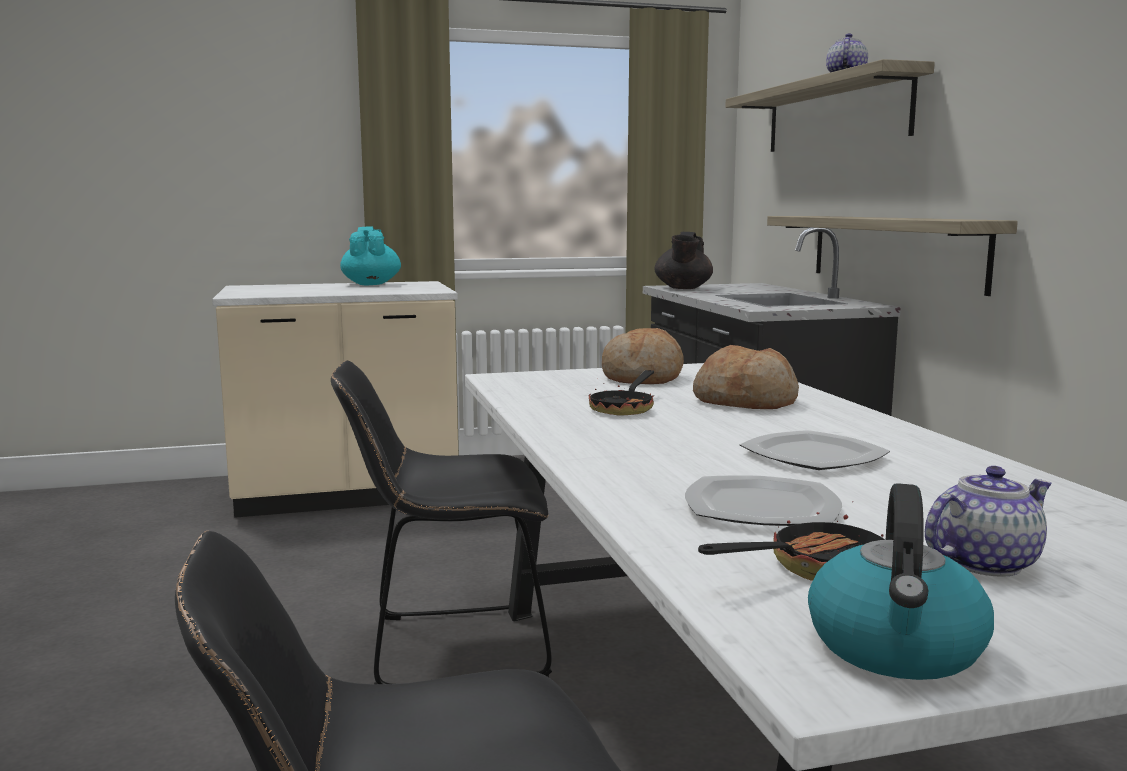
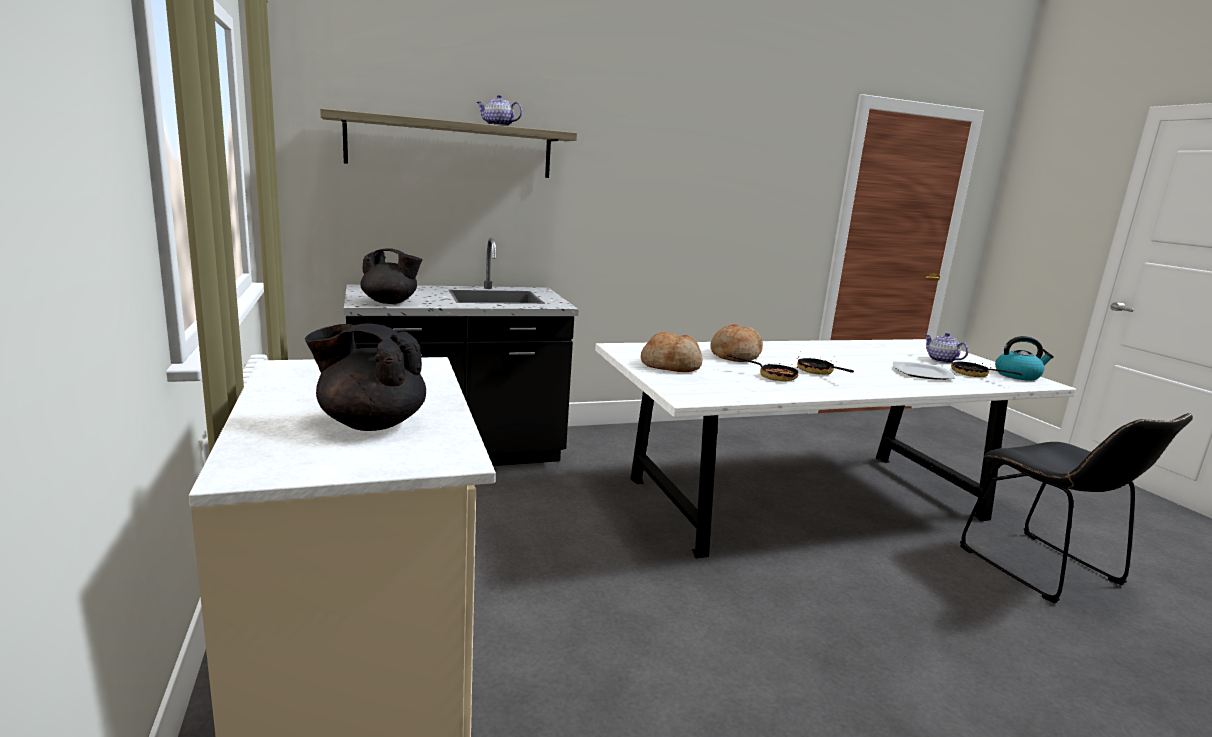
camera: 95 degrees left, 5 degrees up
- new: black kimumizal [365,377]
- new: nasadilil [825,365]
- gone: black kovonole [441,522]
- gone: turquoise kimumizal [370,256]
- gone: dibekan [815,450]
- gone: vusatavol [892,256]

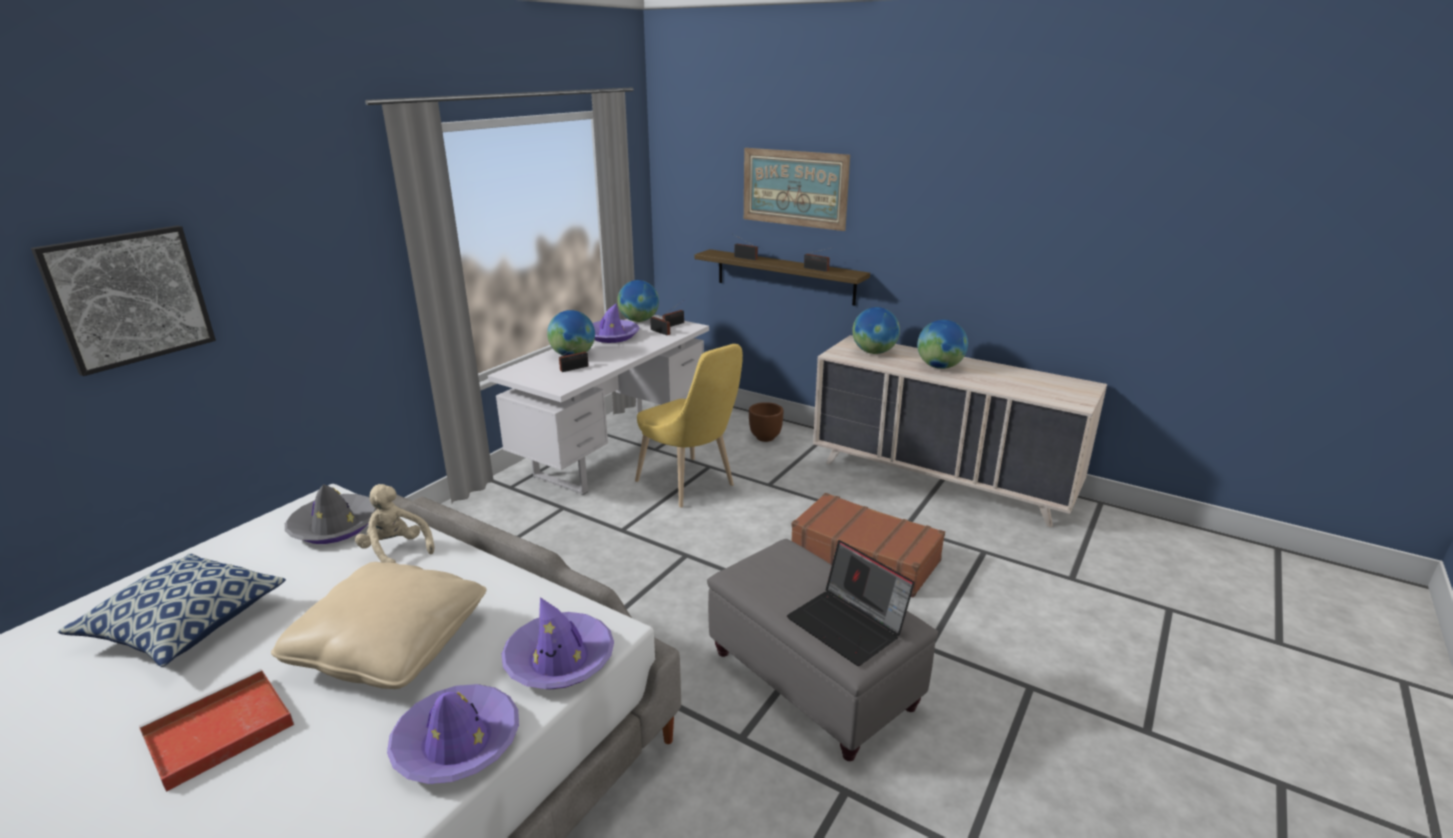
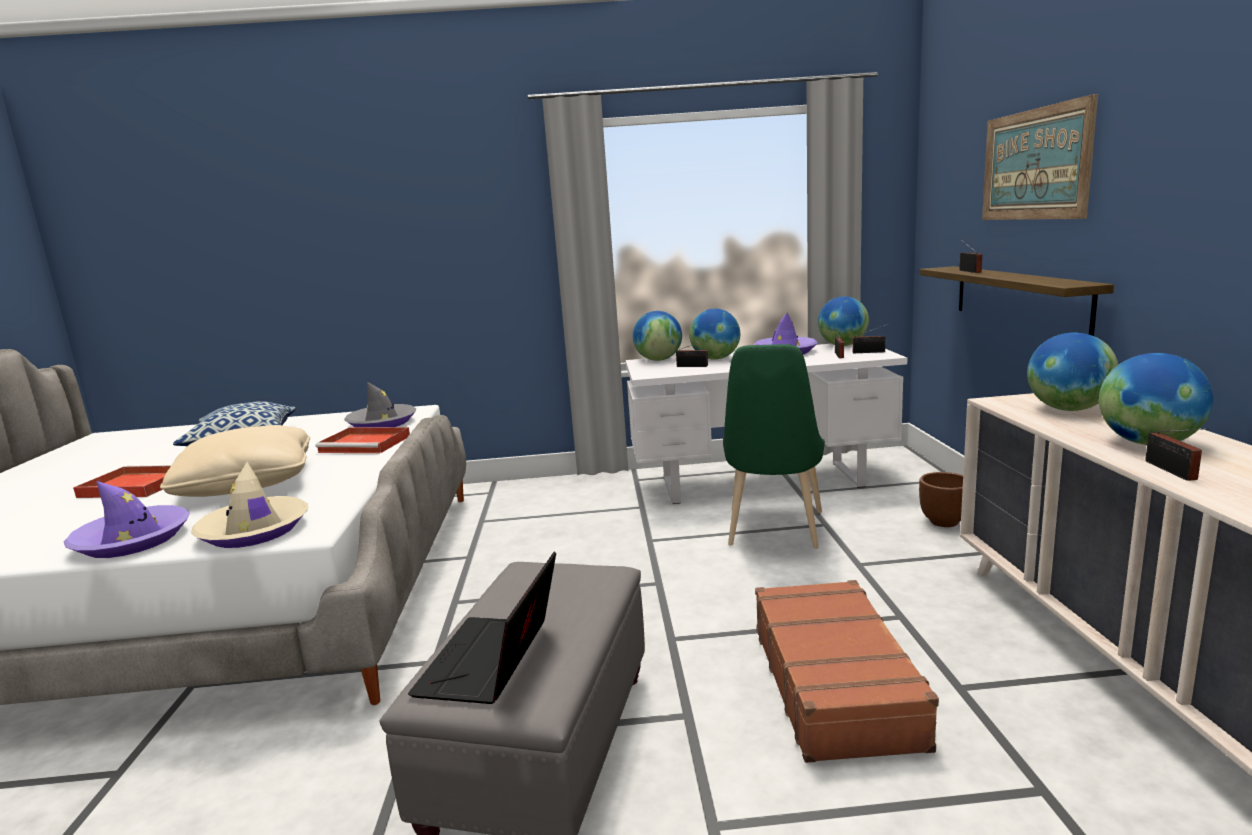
camera: 55 degrees right, 10 degrees down
- repainted: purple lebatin [557,643] to beige lebatin [249,505]
- swapped: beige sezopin [394,523] to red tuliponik [362,440]
- new: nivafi [657,336]
- repainted: yellow kovonole [689,425] to green kovonole [774,446]
- shifted: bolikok [818,259] to [1177,454]
- gone: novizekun [123,300]

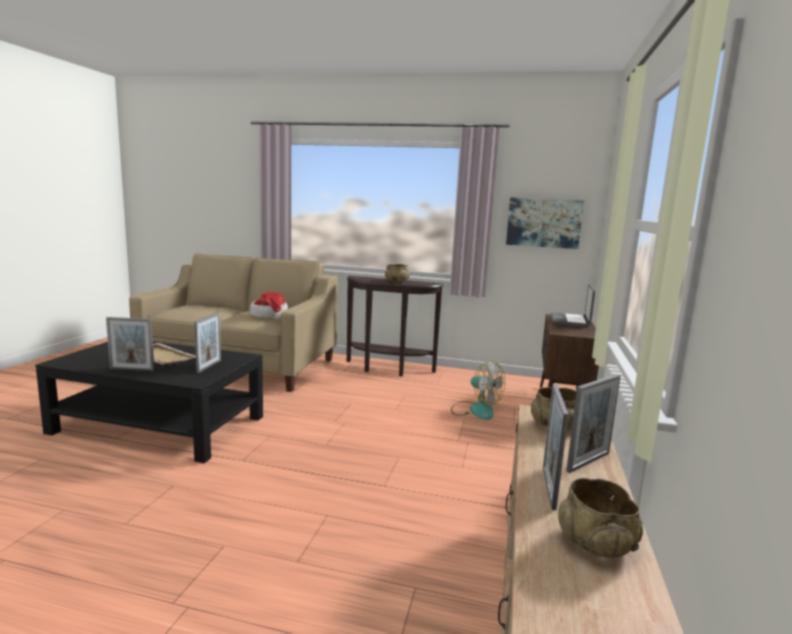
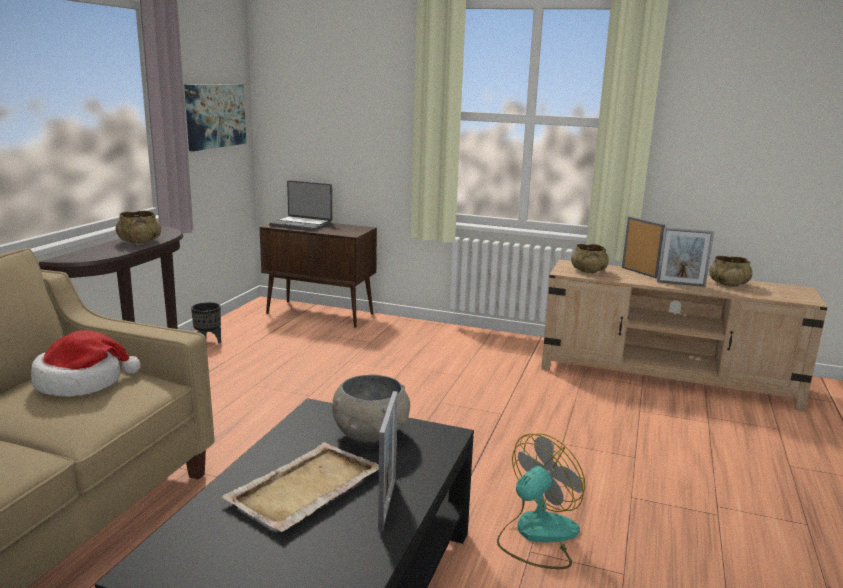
camera: 85 degrees left, 5 degrees up
- new: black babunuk [206,322]
- swapped: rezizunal [207,343] to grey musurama [371,408]
- shifted: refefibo [478,390] to [541,501]

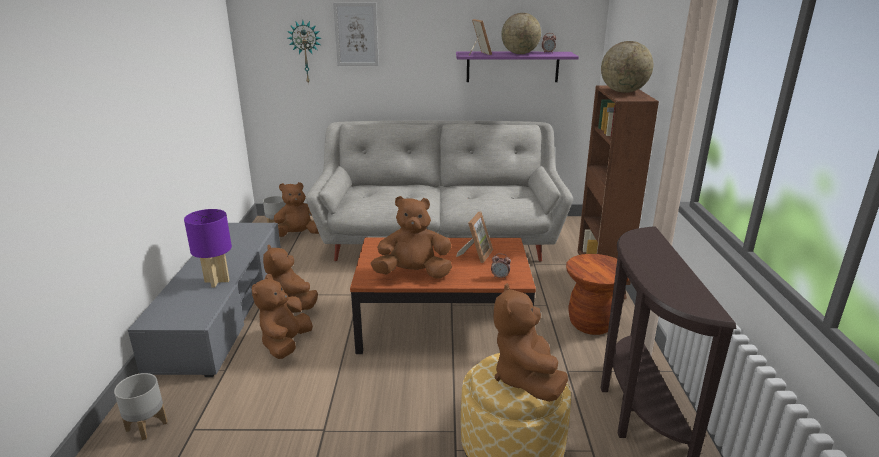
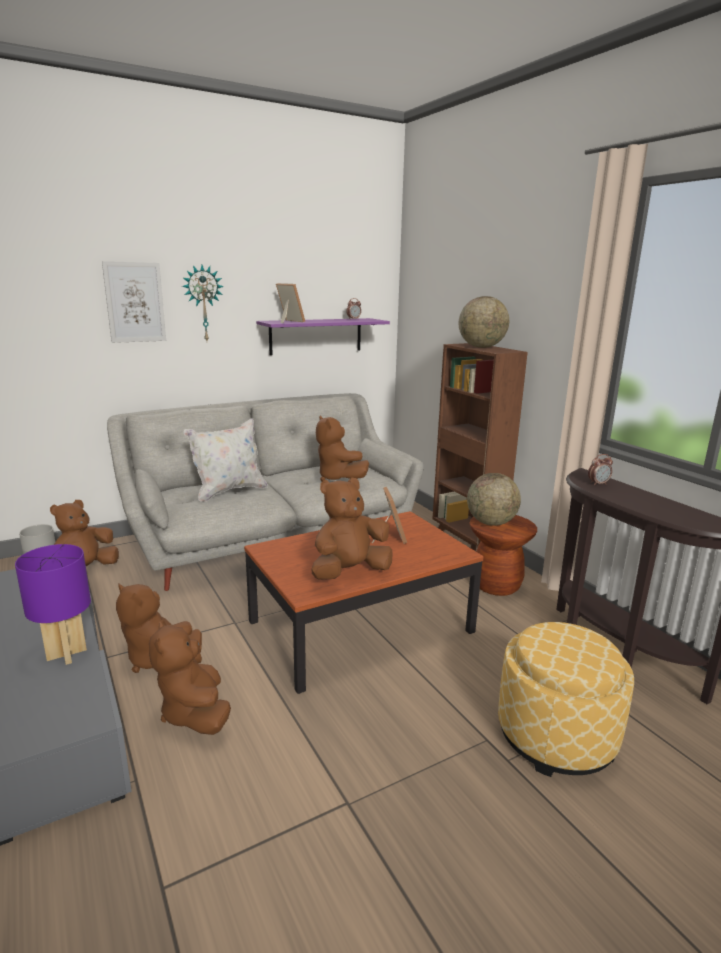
camera: 30 degrees left, 5 degrees down
- shifted: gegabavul [304,52] to [203,303]
- new: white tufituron [226,460]
- shifted: brown sezopin [531,342] to [342,449]
- shifted: nivafi [521,33] to [494,499]
- shifted: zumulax [501,266] to [600,470]
- gone: grey babunuk [140,406]

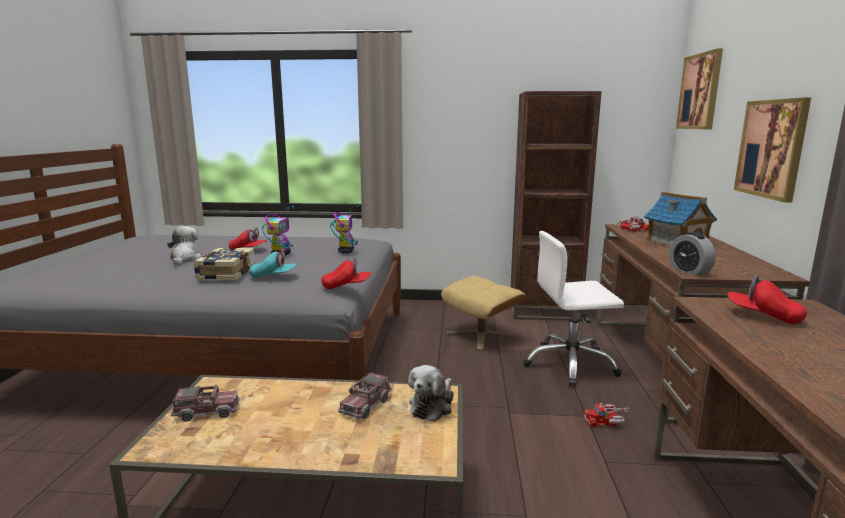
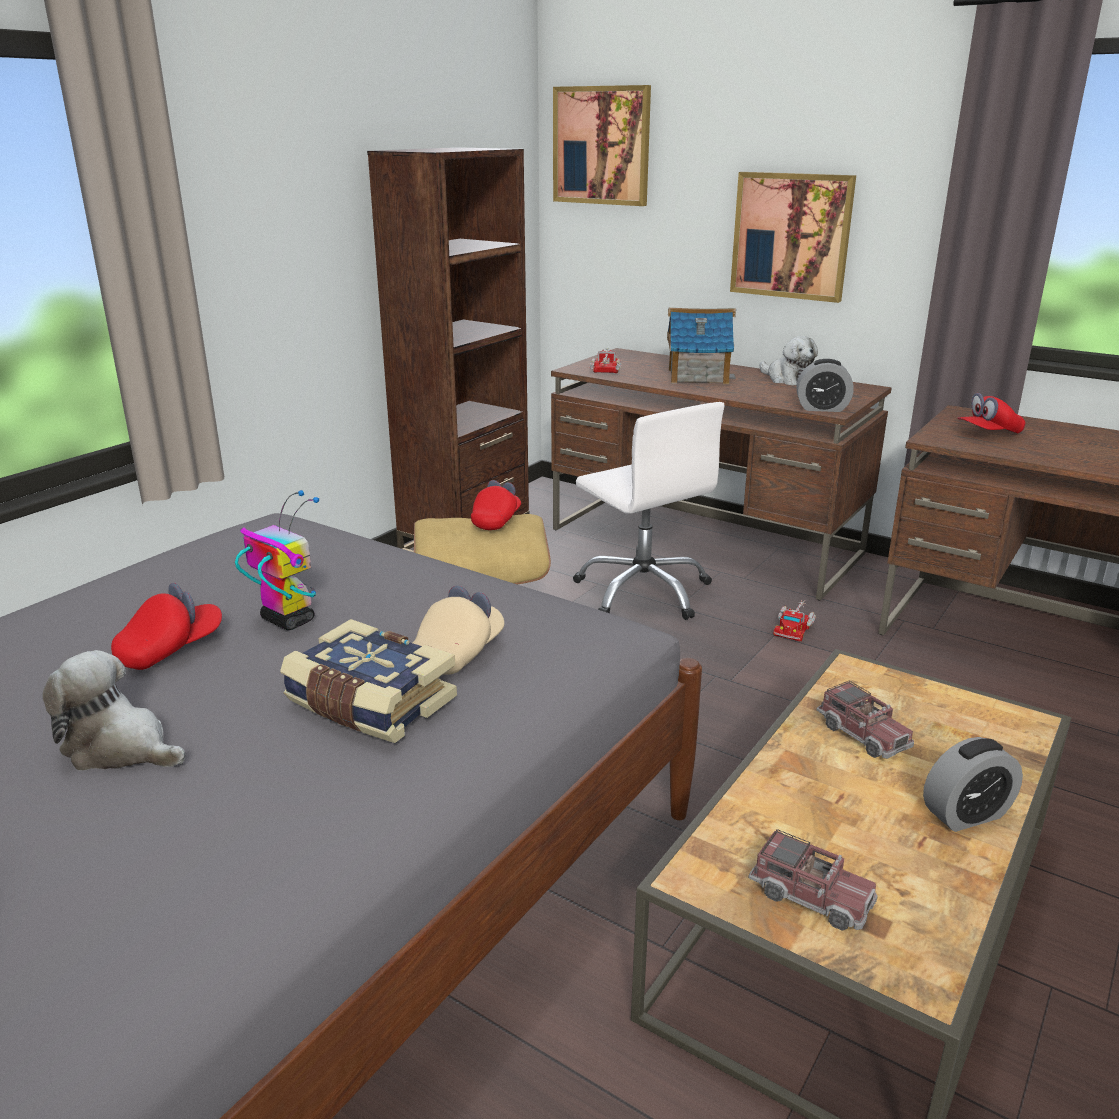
camera: 60 degrees left, 10 degrees up
- repainted: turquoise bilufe [273,263] to beige bilufe [458,630]
- shifted: red bilufe [346,273] to [496,505]
- rotated: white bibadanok [573,309] = [648,511] 60 degrees counterclockwise
- rotated: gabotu [205,403] = [813,880] 105 degrees clockwise
- shifted: sezopin [431,393] to [789,360]
- new: zumulax [973,784]
- gone: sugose [345,228]

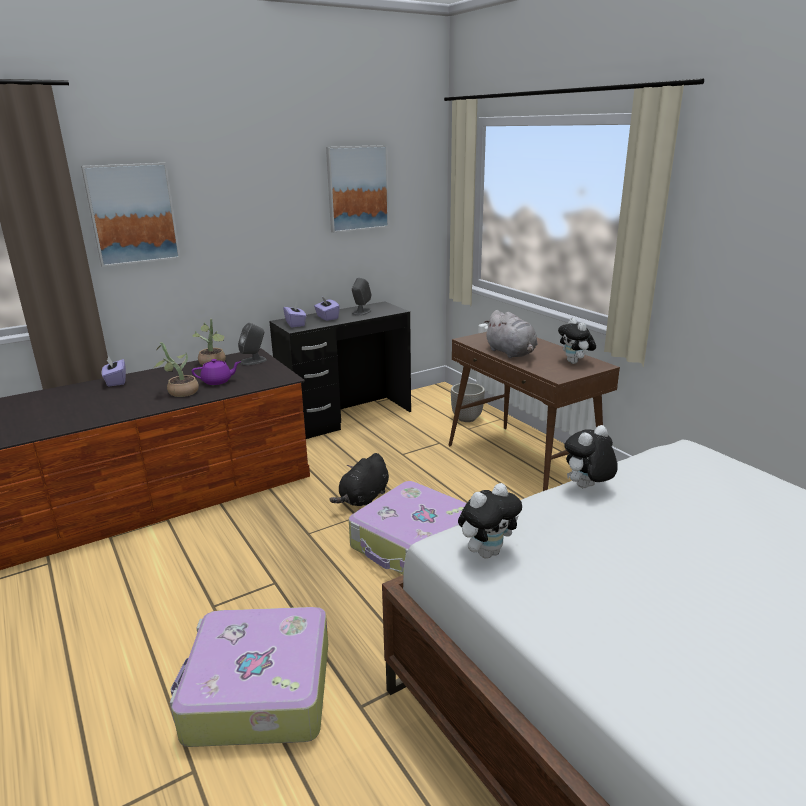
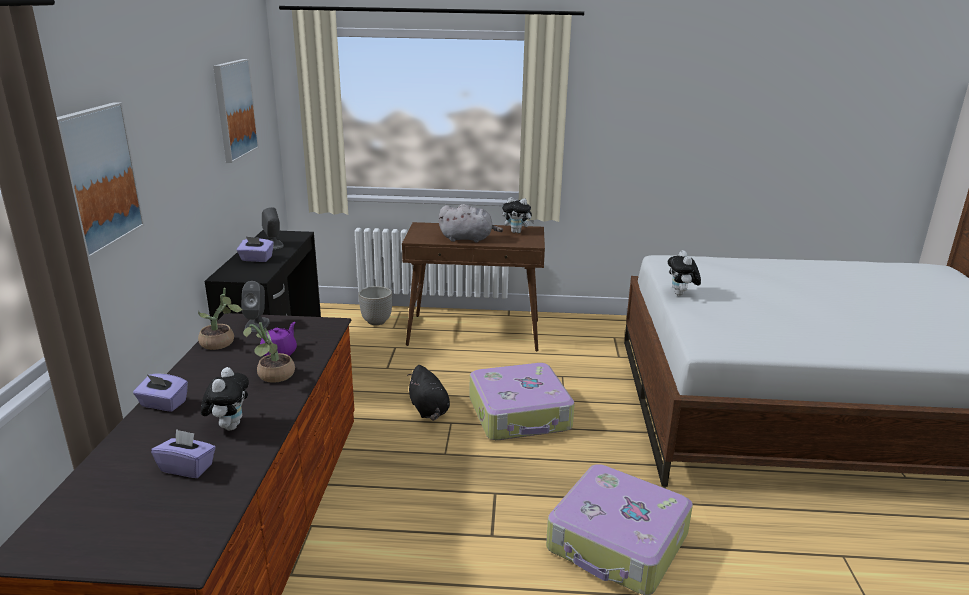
camera: 55 degrees left, 0 degrees up
- shifted: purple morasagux [294,314] to [183,453]
- shifted: sezopin [490,521] to [225,398]

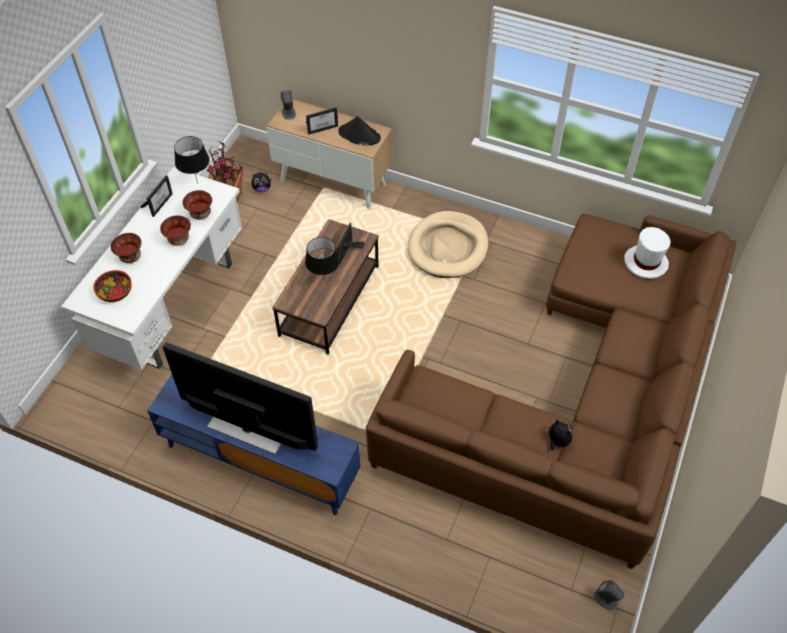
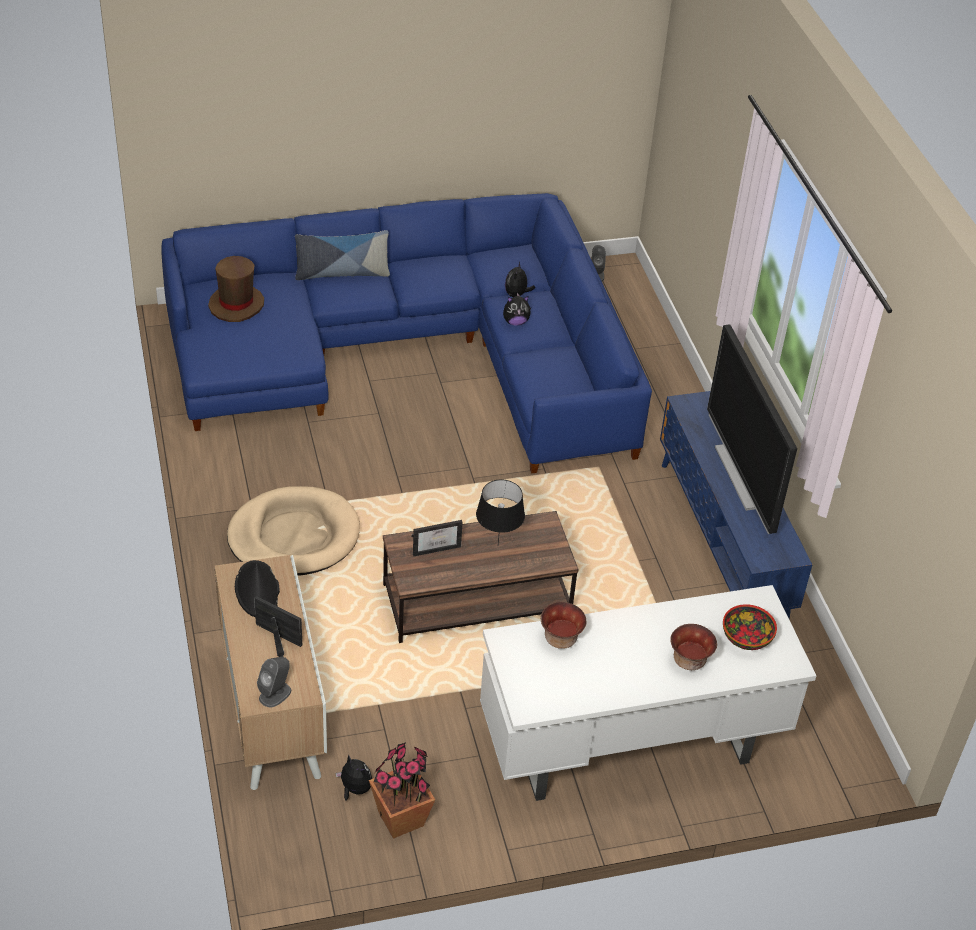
camera: 130 degrees left, 10 degrees down
- repainted: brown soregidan [551,391] to blue soregidan [407,333]
- repainted: white lebatin [647,253] to brown lebatin [236,289]
- new: tufituron [342,255]
- new: sezopin [517,310]
- gone: rezizunal [157,196]
- gone: musurama [175,230]
- gone: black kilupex [191,160]

